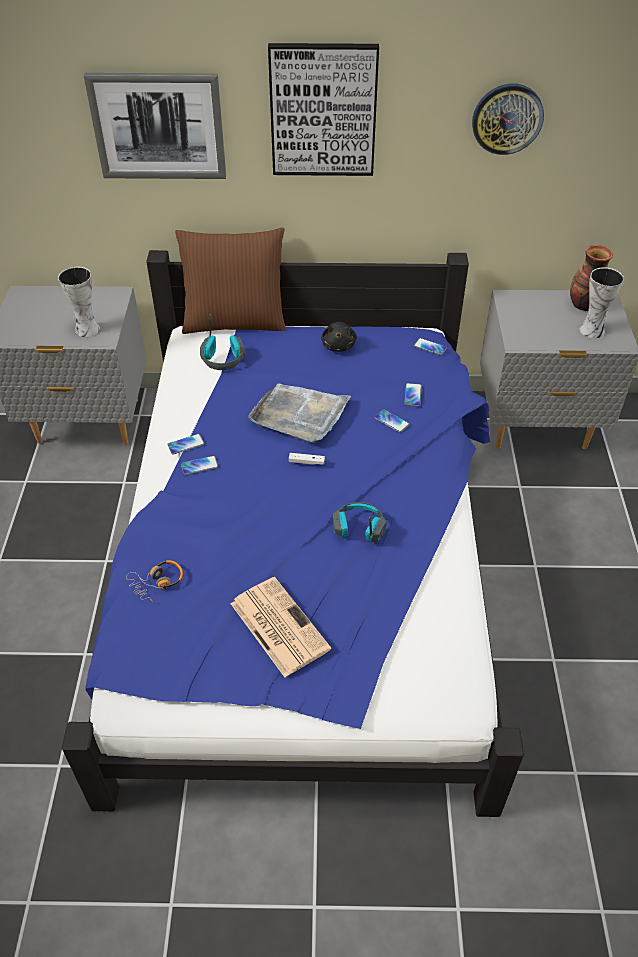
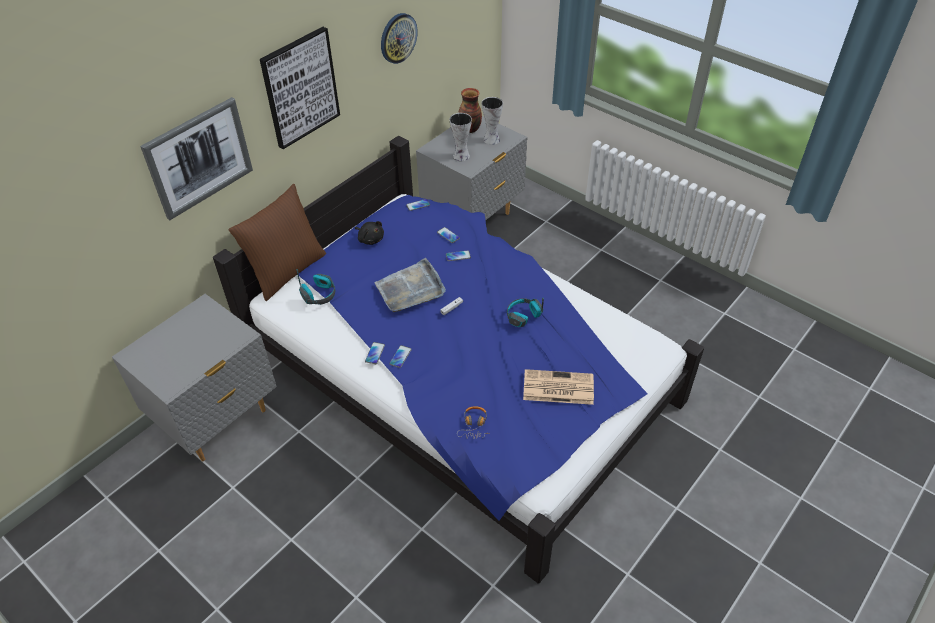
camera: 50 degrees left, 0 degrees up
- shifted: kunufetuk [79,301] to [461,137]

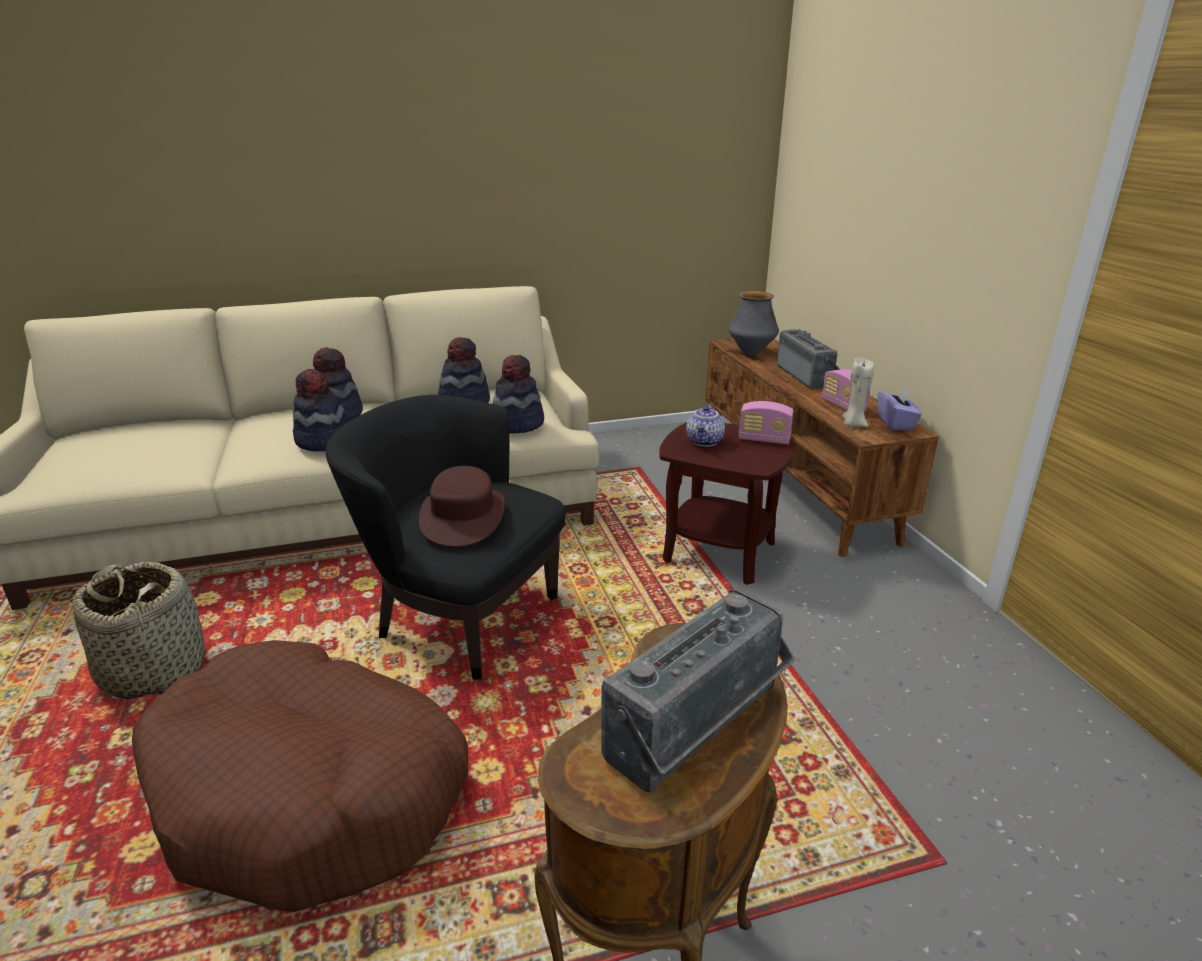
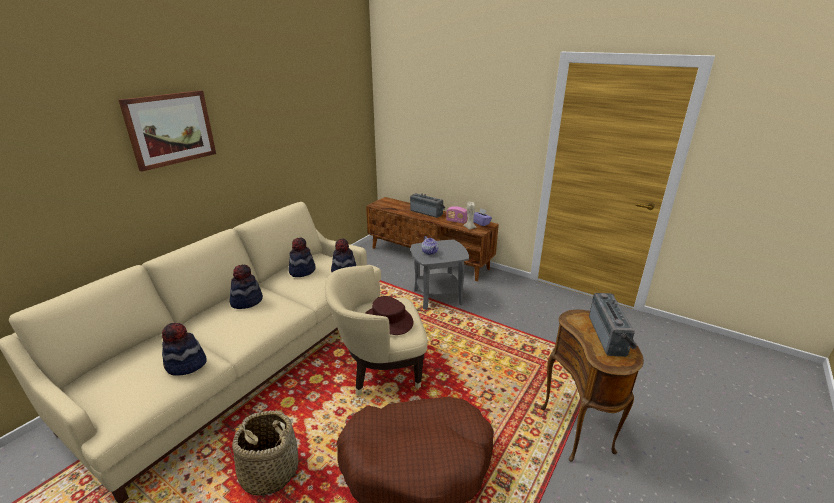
camera: 40 degrees left, 0 degrees up
- new: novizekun [167,130]
- shifted: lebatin [320,410] to [184,349]
- repainted: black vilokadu [446,537] to beige vilokadu [376,330]
- repainted: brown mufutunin [727,503] to grey mufutunin [440,275]
- gone: kunufetuk [753,323]
- gone: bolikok [766,422]

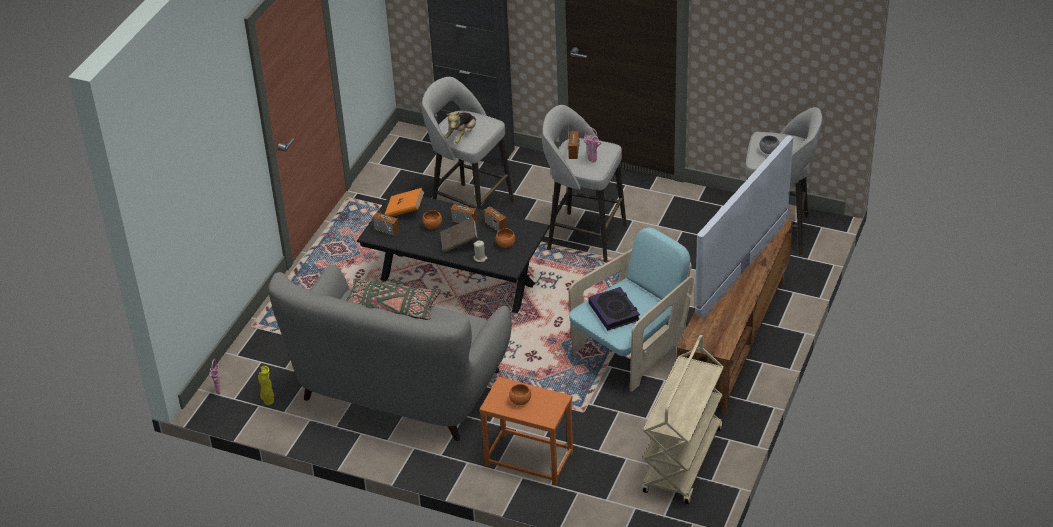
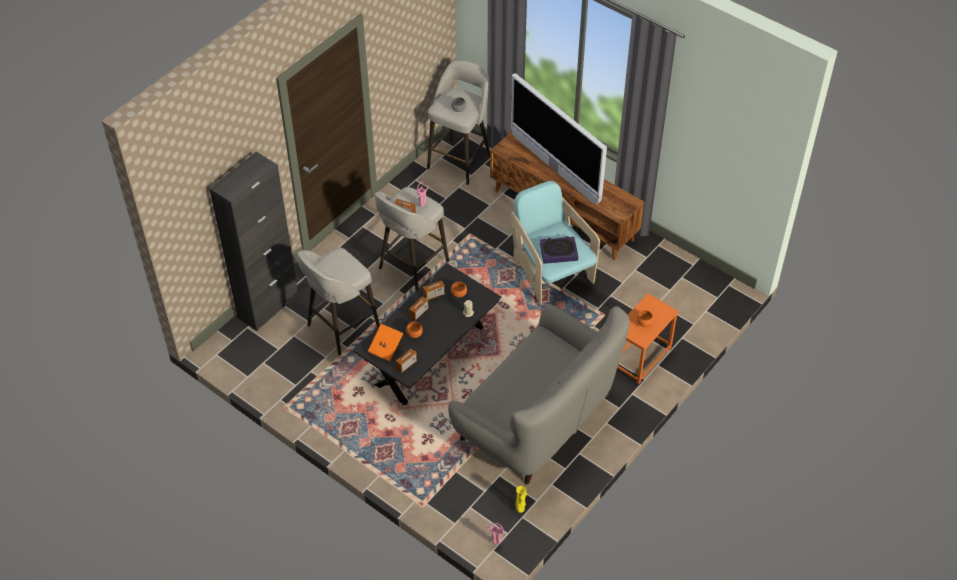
camera: 75 degrees left, 10 degrees up
- gone: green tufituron [393,299]
- gone: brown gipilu [459,235]
- gone: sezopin [460,127]
- gone: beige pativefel [683,419]

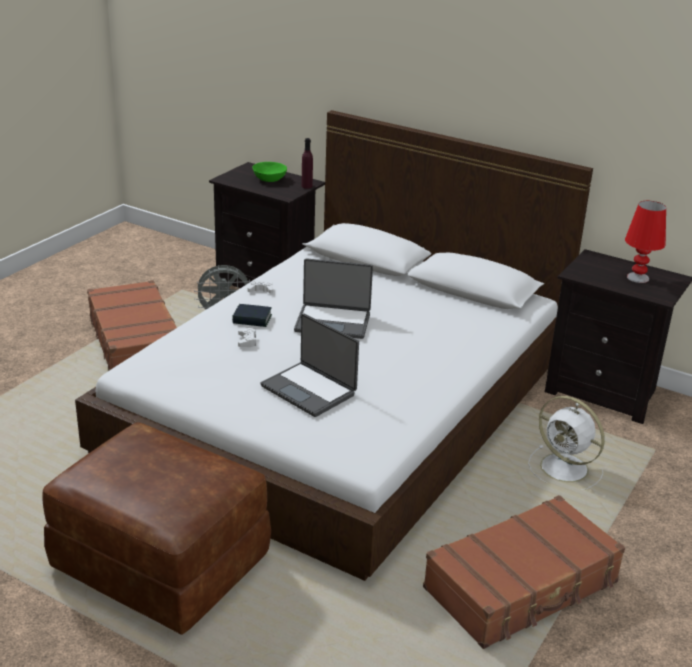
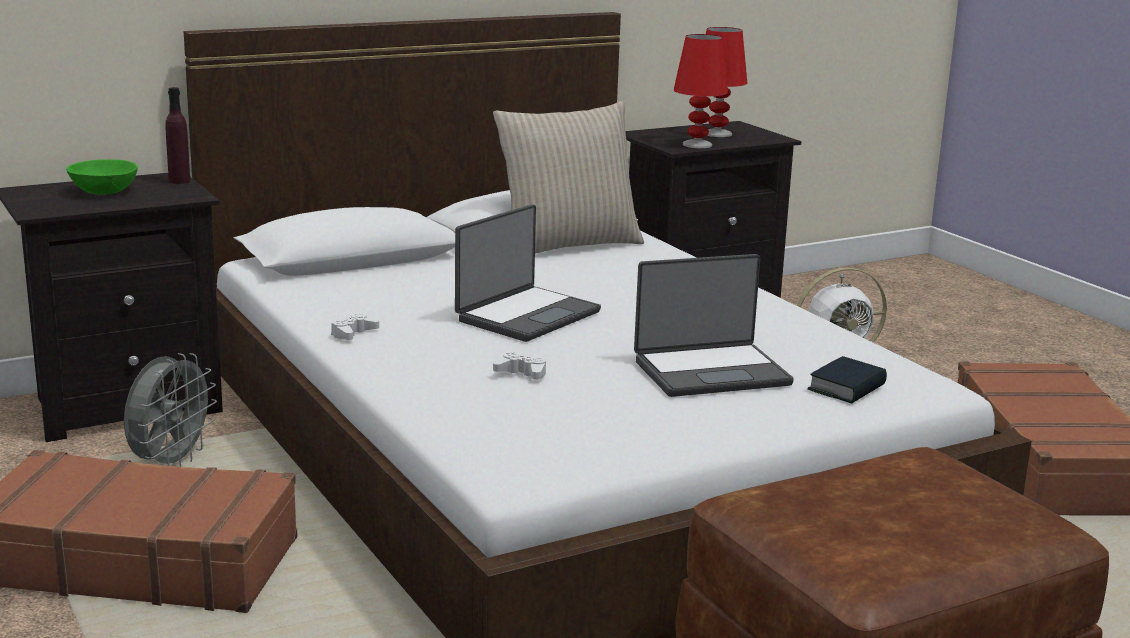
camera: 60 degrees left, 10 degrees down
- new: beige tufituron [568,177]
- new: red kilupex [701,91]
- shifted: gipilu [252,315] to [847,380]

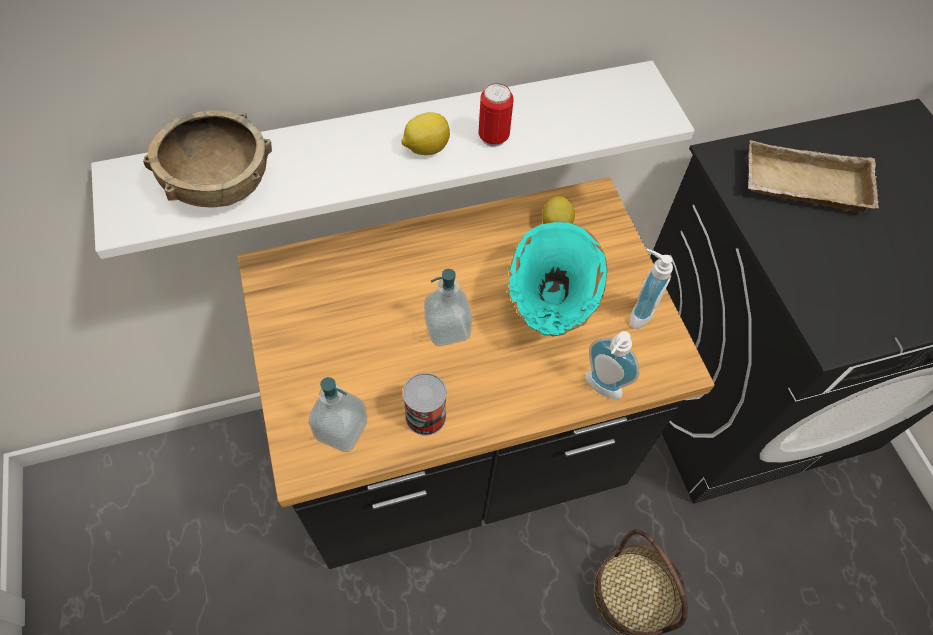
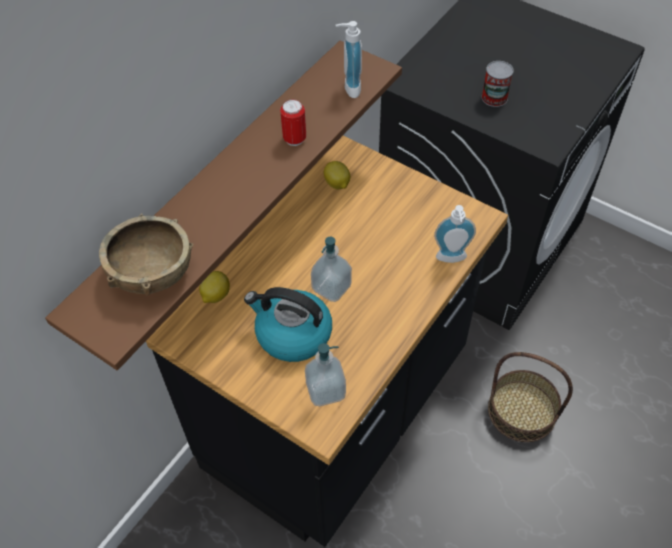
camera: 35 degrees left, 5 degrees down
- repainted: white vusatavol [393,160] to brown vusatavol [223,205]
- shifted: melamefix [425,133] to [214,287]
- new: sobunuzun [288,324]
- shifted: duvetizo [651,289] to [349,59]
- shifted: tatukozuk [425,404] to [498,84]
- gone: turquoise kunufetuk [557,279]
- gone: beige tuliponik [813,176]

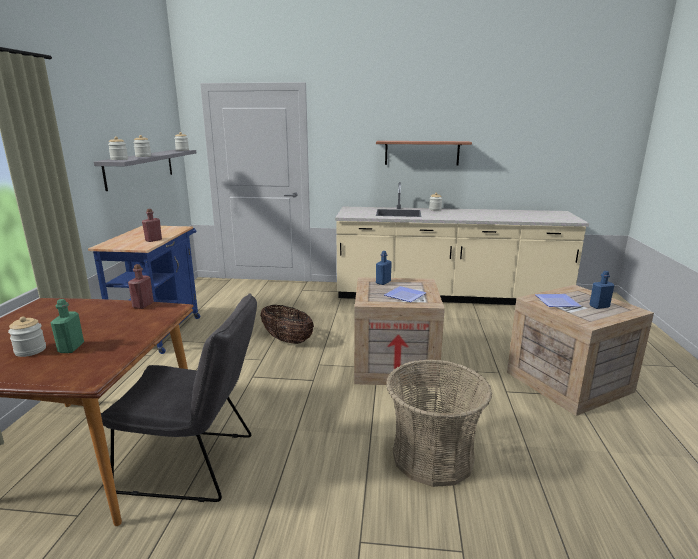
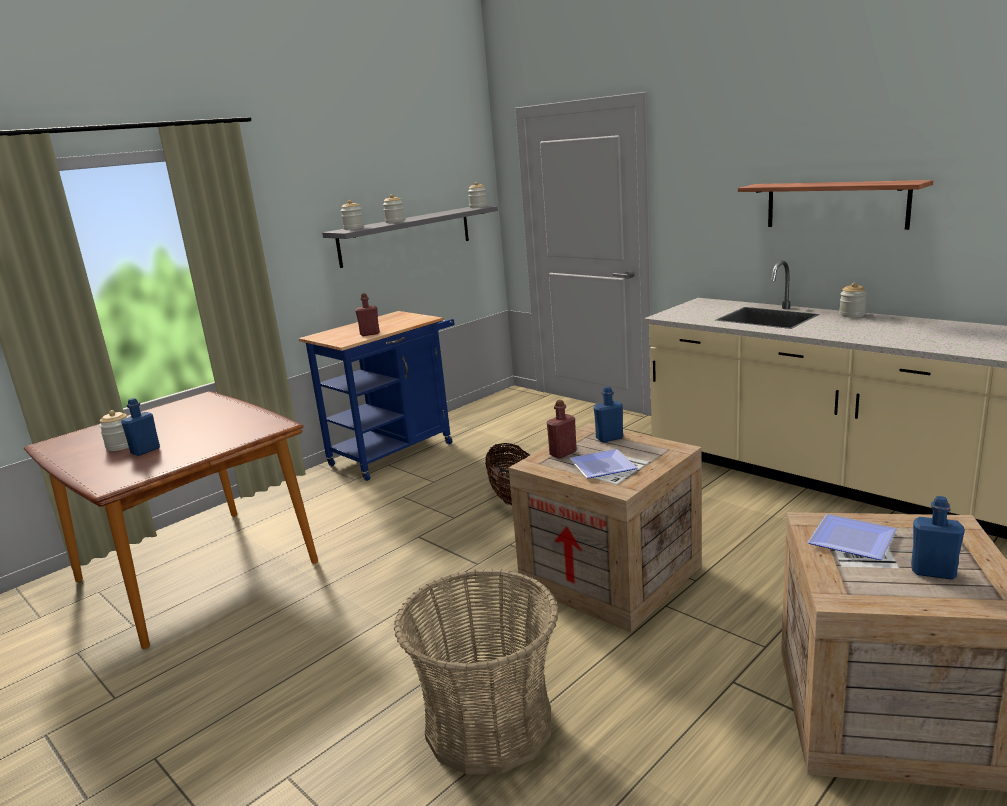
camera: 40 degrees right, 0 degrees up
- repainted: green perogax [67,326] to blue perogax [140,427]
- shifted: red perogax [141,286] to [562,429]
- gone: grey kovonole [179,397]

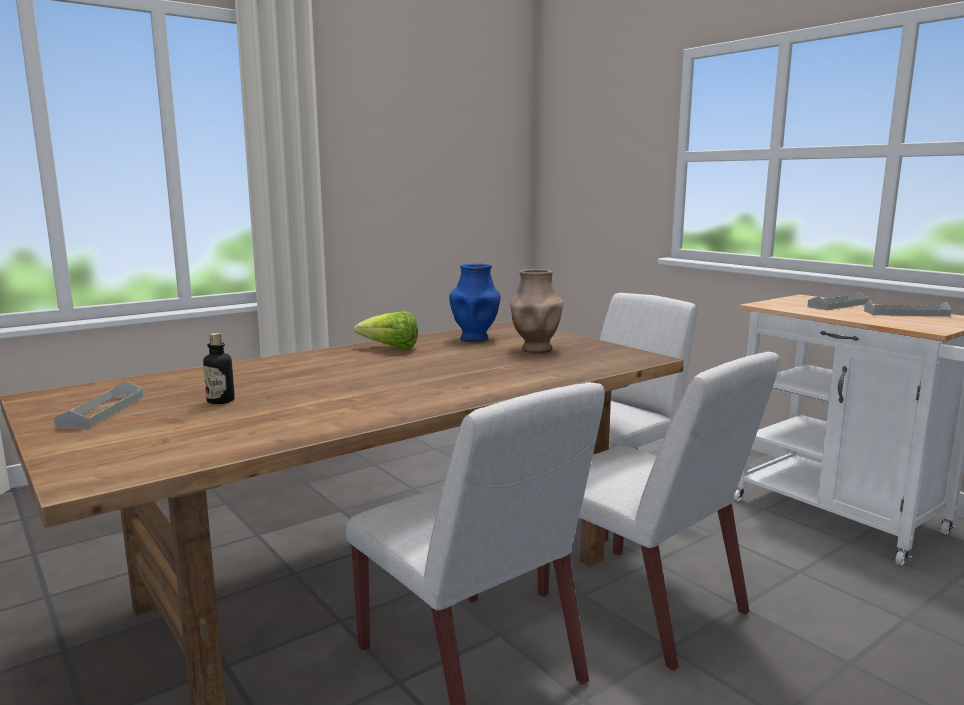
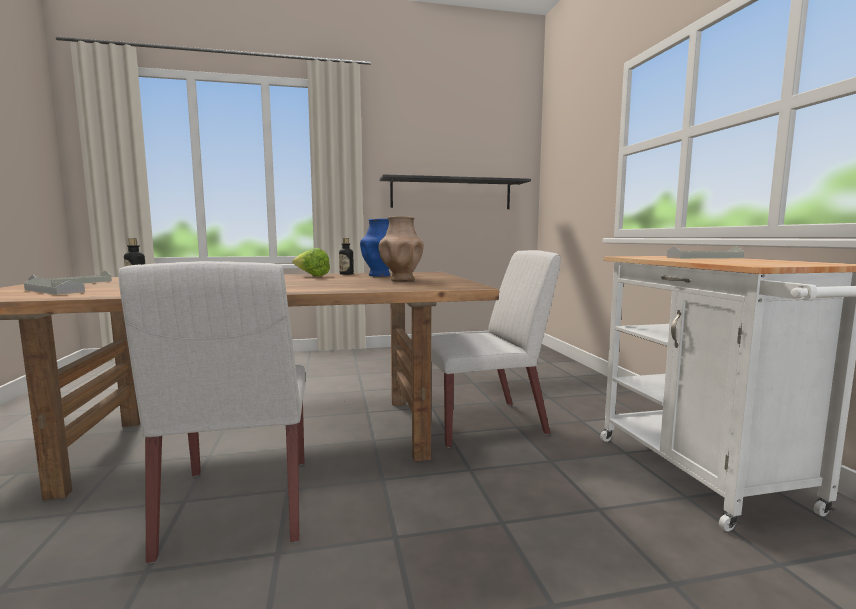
camera: 25 degrees right, 5 degrees down
- shifted: grey tuliponik [908,309] to [54,286]
- new: perogax [346,256]
- new: black vusatavol [455,191]
- gone: white kovonole [659,511]

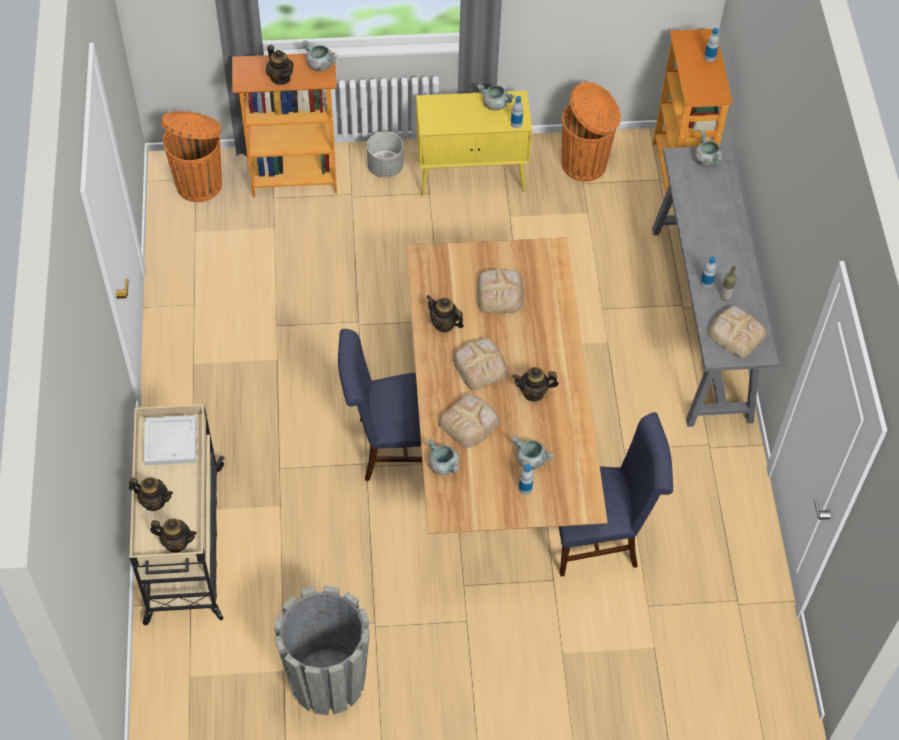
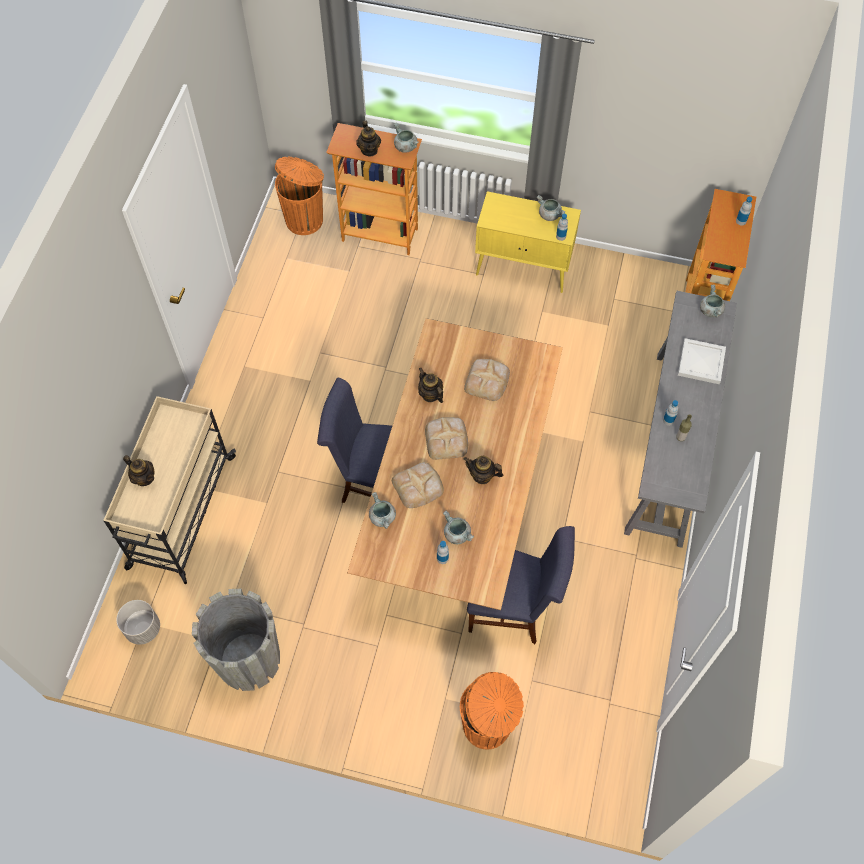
camera: 20 degrees right, 5 degrees up
- shifted: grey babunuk [385,154] to [138,622]
- shifted: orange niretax [591,132] to [492,711]
- shifted: white tuliponik [170,440] to [702,361]
- gone: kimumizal [173,535]
- gone: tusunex [737,332]

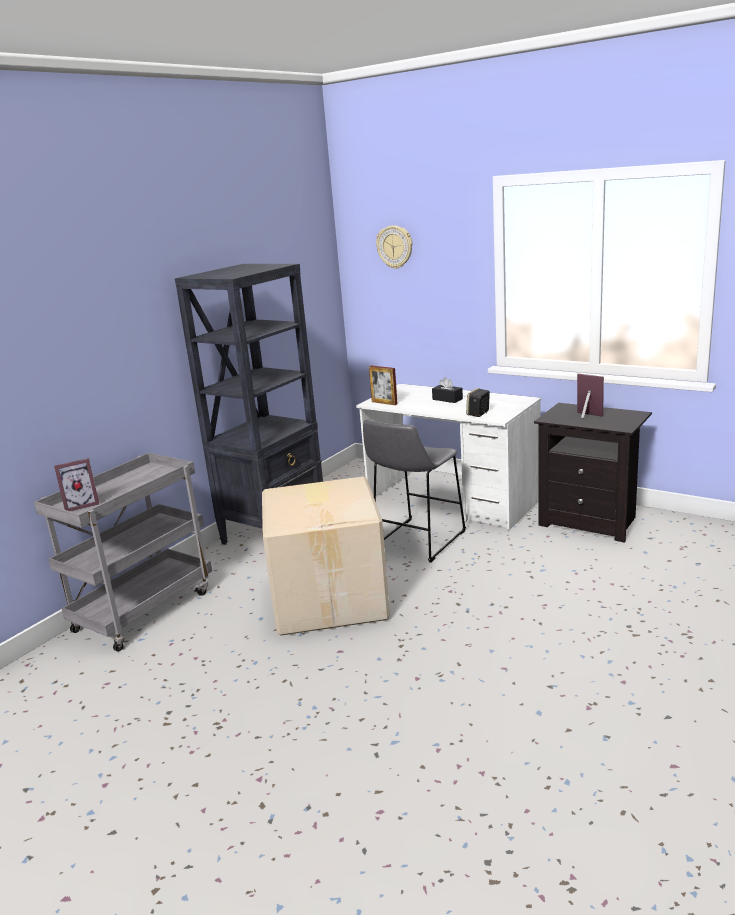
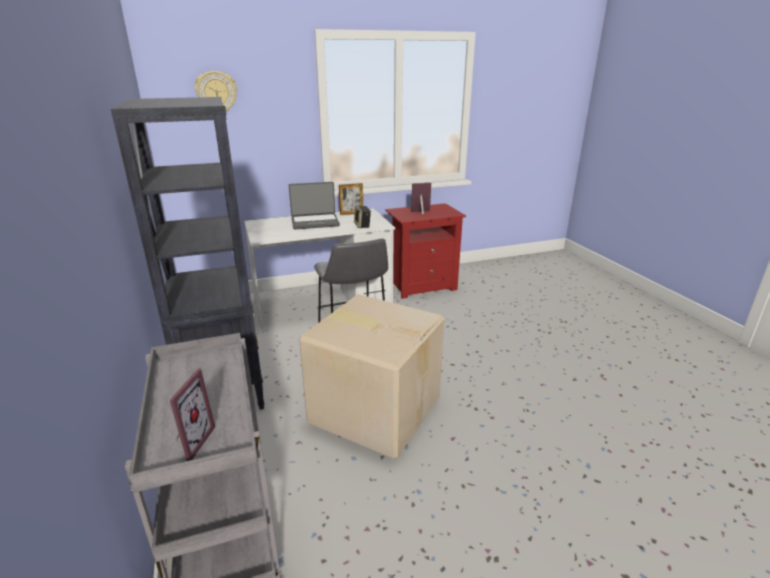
camera: 55 degrees left, 5 degrees up
- swapped: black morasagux [447,390] to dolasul [314,205]
- shifted: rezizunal [383,385] to [351,199]
- repainted: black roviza [593,473] to red roviza [425,251]

